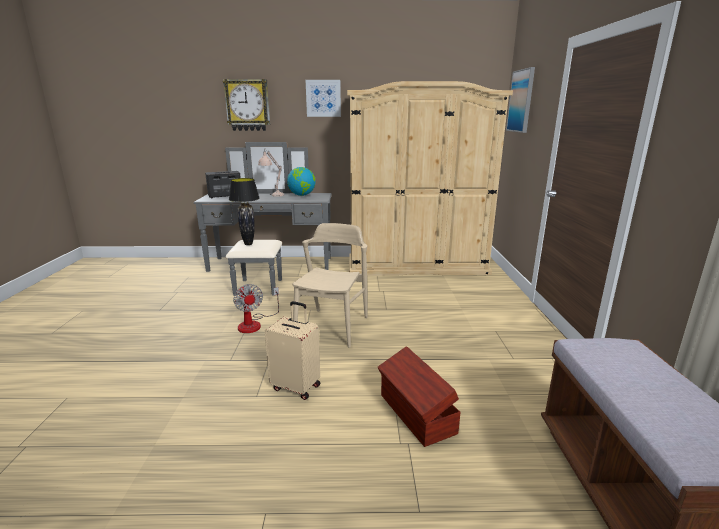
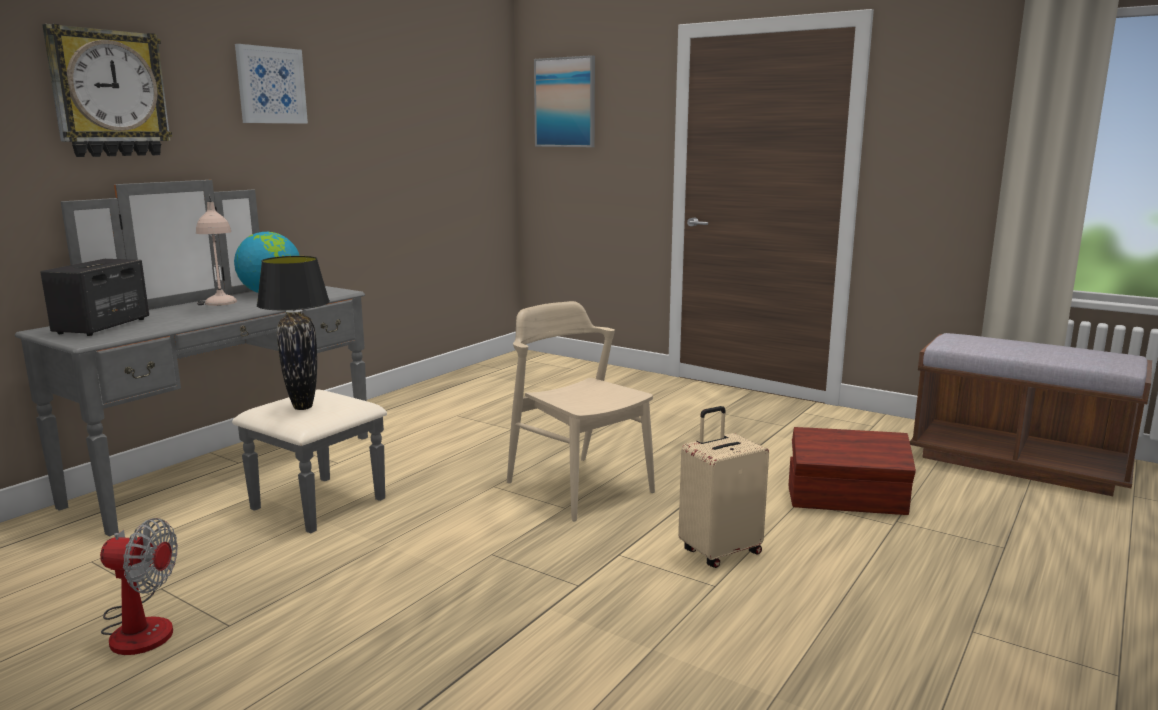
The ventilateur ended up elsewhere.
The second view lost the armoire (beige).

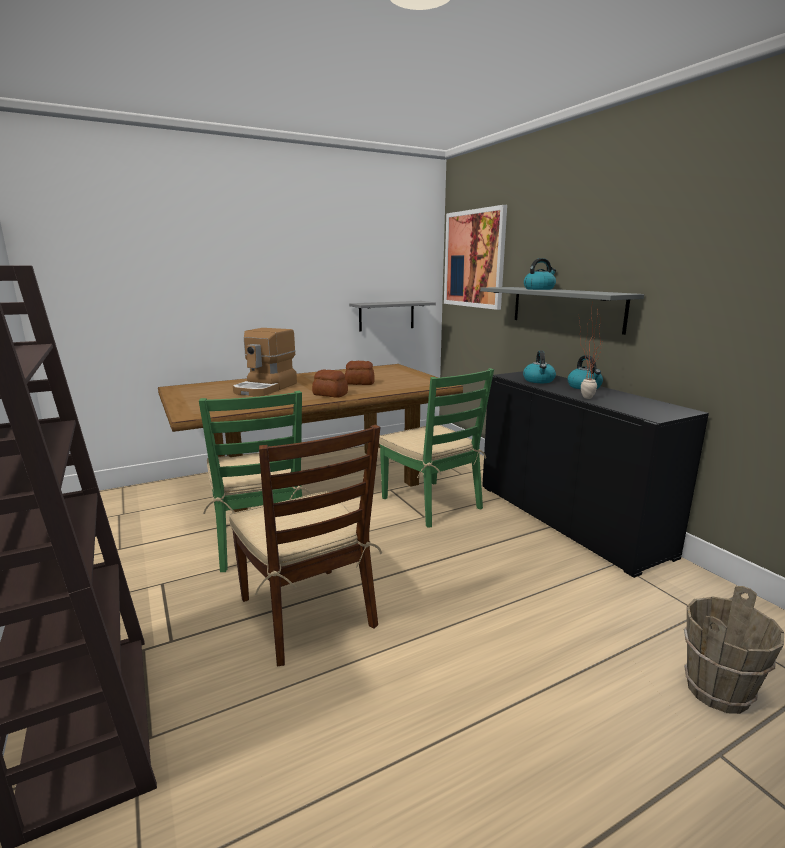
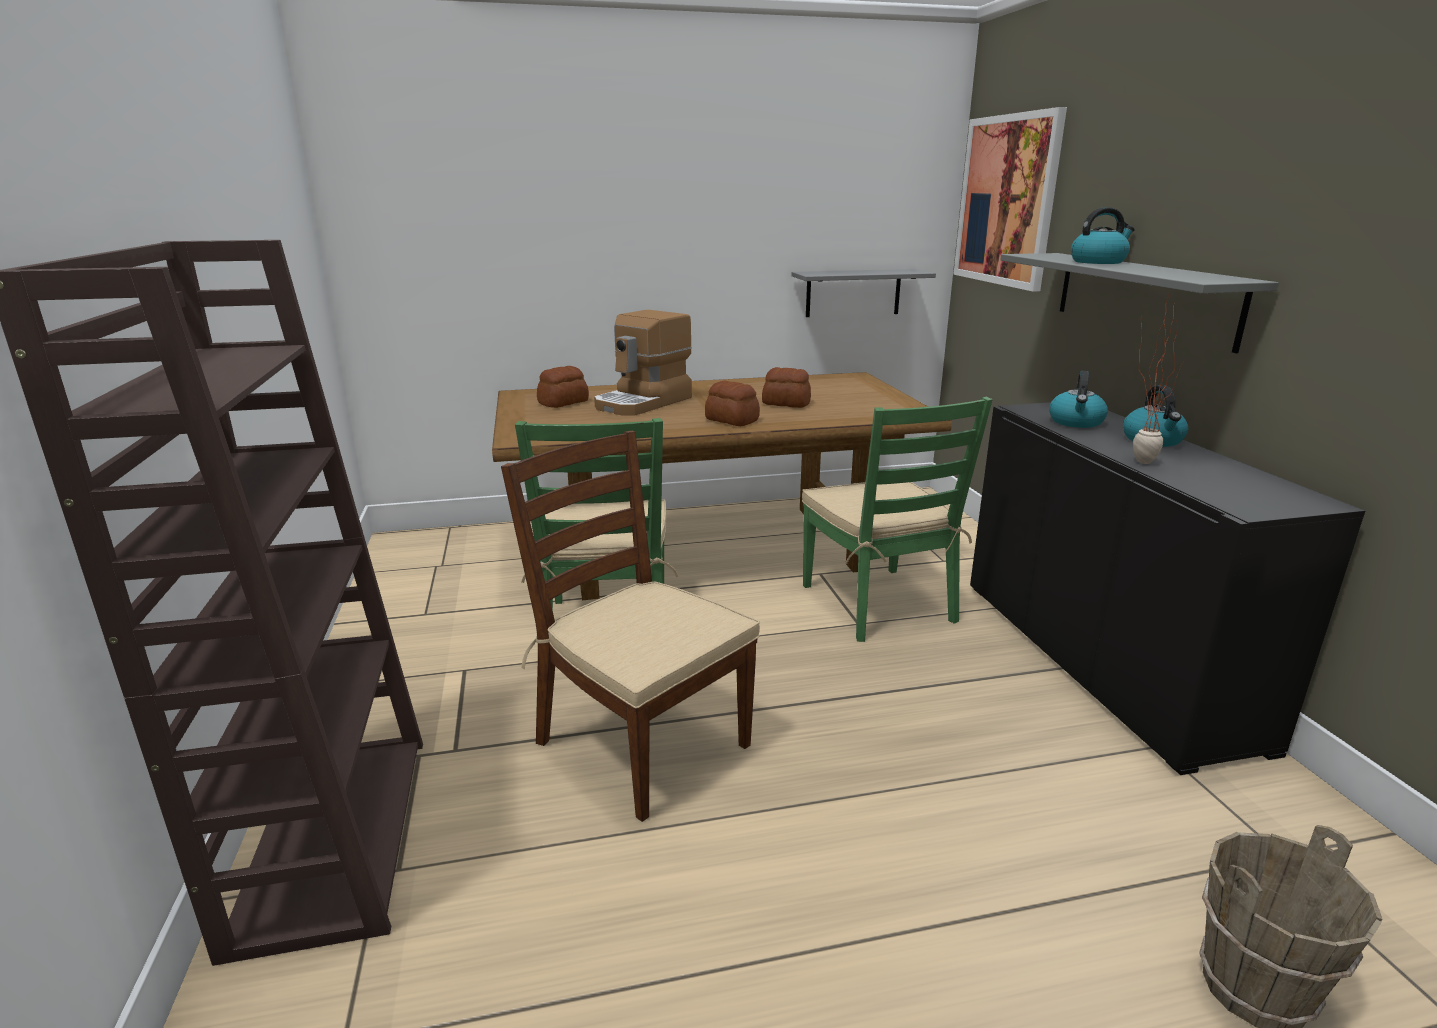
The chaise (marron) ended up facing another way, 150 degrees clockwise from before.
The second view gained the pain (no. 1 from left).

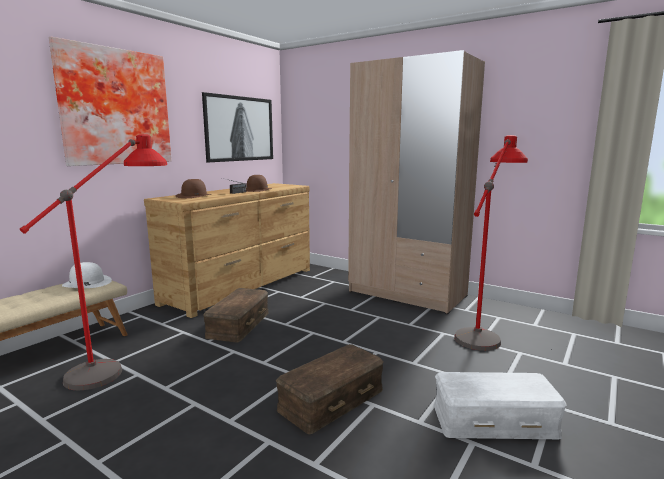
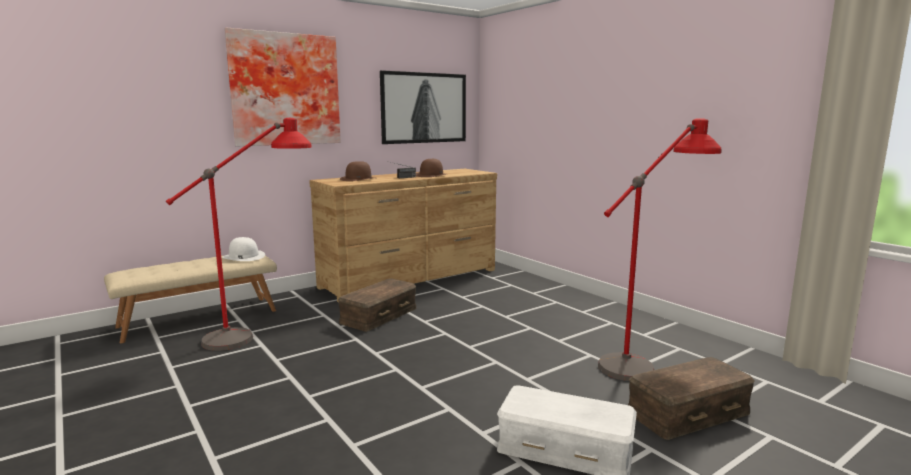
The boîte de rangement (marron) (no. 2 from left) ended up elsewhere.
The second view lost the armoire (beige).

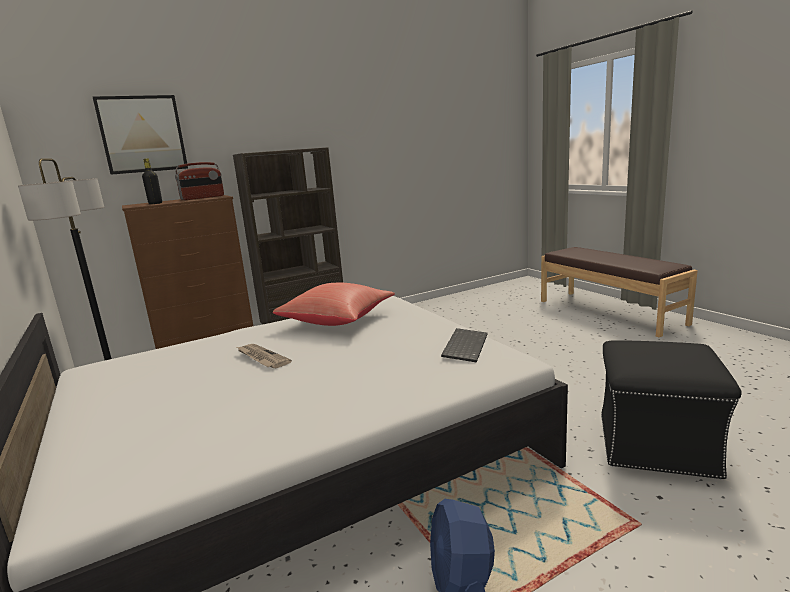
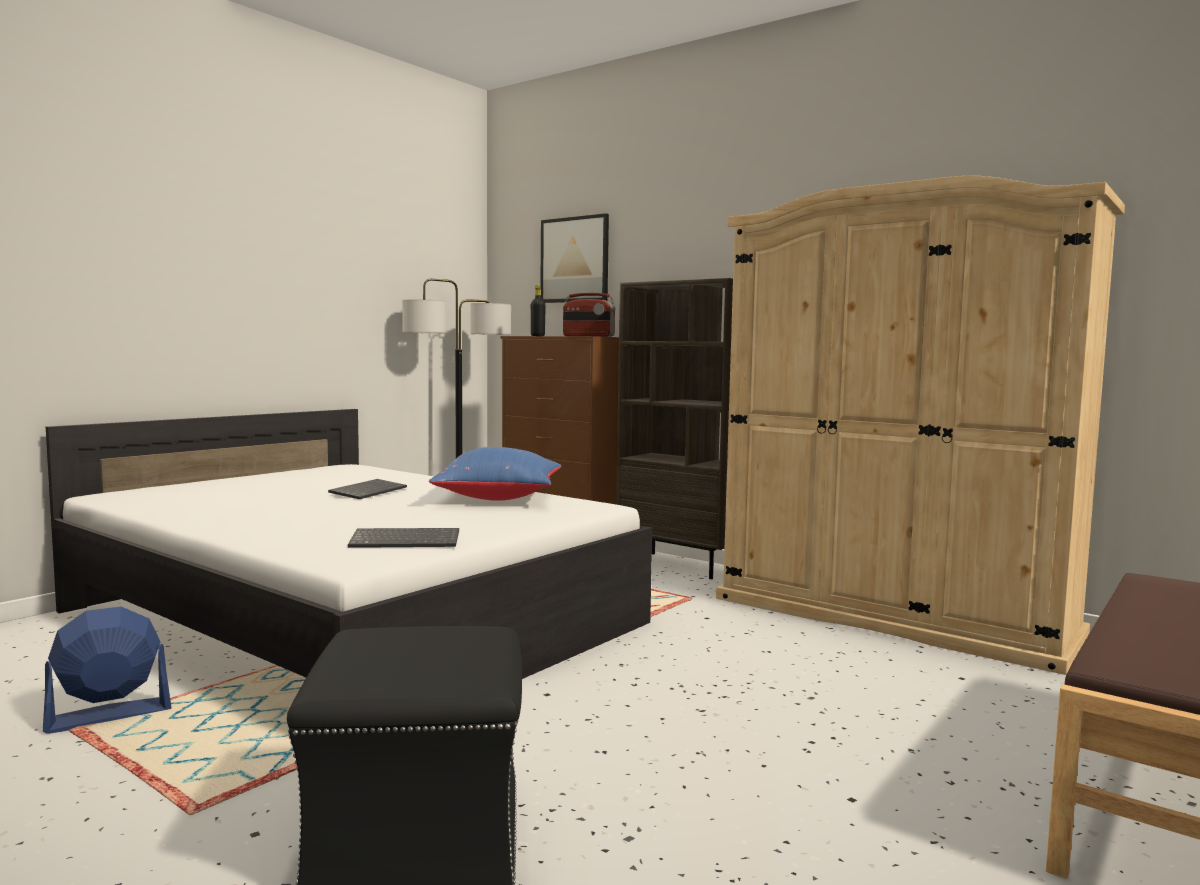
Where the journal stood, the clavier (no. 1 from left) came to stand.
What was the coussin (rouge) turned into the coussin (bleu).
The second view gained the armoire (beige).

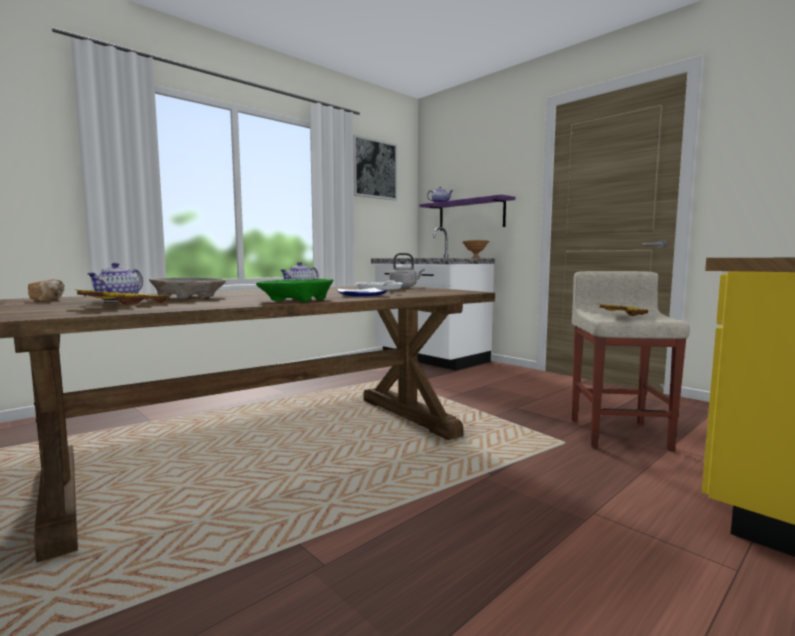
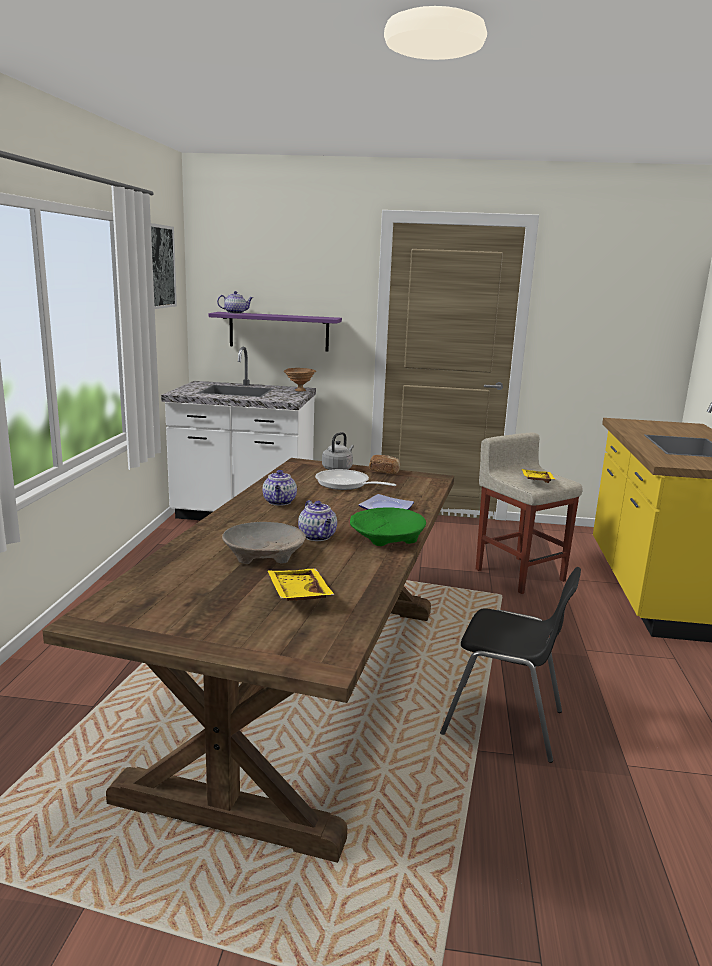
The pain ended up elsewhere.
The théière (no. 1 from left in the first image) ended up elsewhere.
The second view gained the chaise (noir).

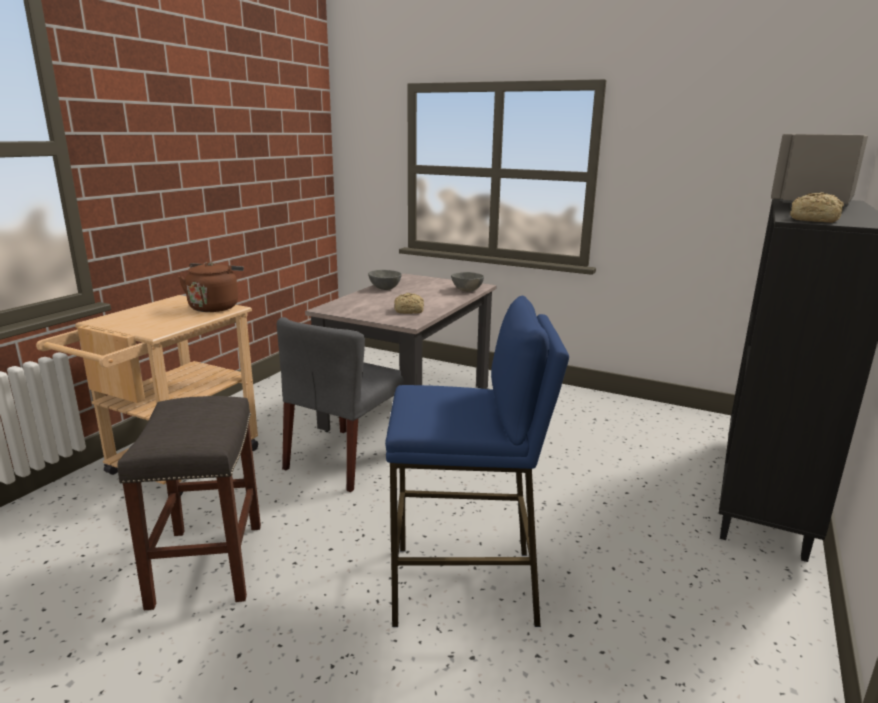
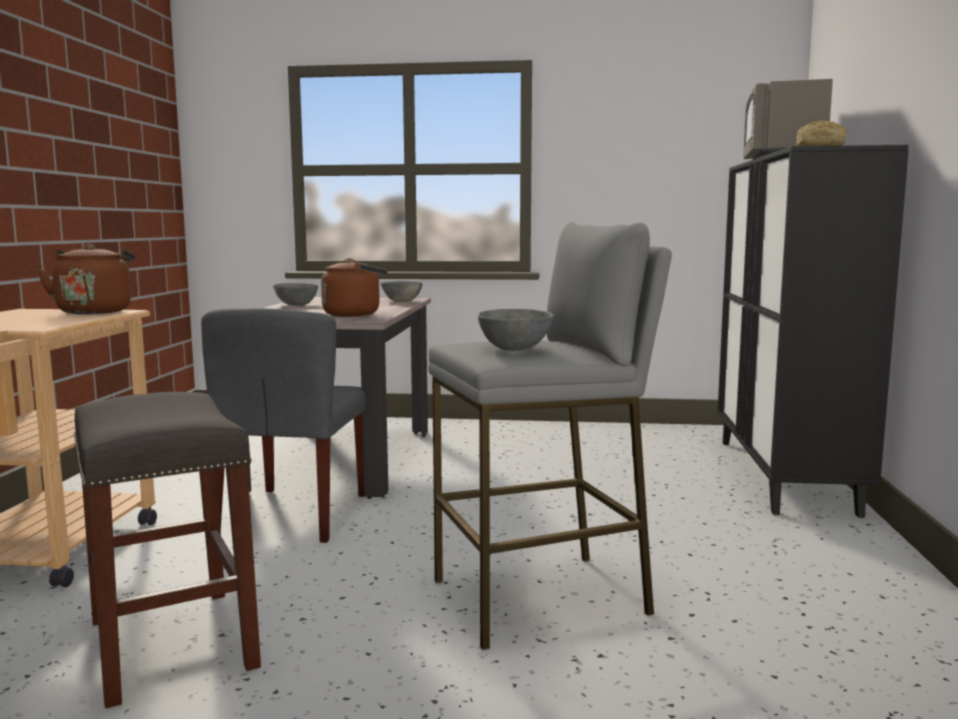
What was the tabouret (bleu) turned into the tabouret (gris) (no. 2 from left).
Where the pain (no. 1 from left) stood, the bouilloire (marron) (no. 2 from left) came to stand.
The second view gained the bol (gris) (no. 3 from left).

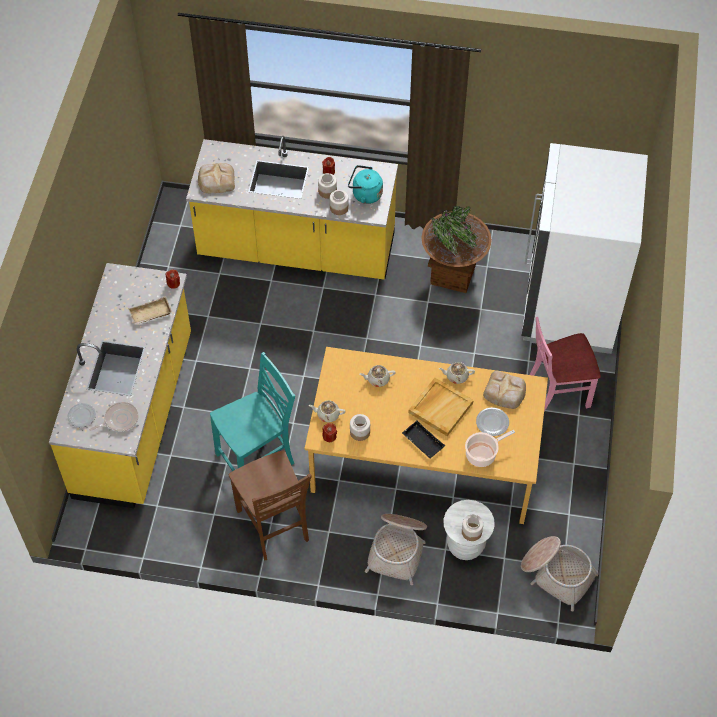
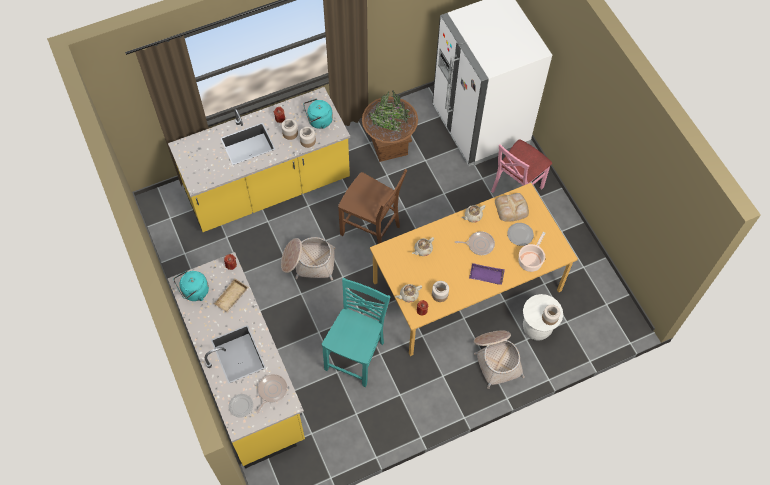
The second view lost the pain (no. 1 from left).
The chaise (marron) ended up elsewhere.
What was the plateau (noir) turned into the plateau (violet).
Where the plateau (beige) (no. 2 from left) stood, the poêle (no. 2 from left) came to stand.
The panier (no. 2 from left in the first image) ended up elsewhere.
The second view gained the bouilloire (turquoise) (no. 1 from left).

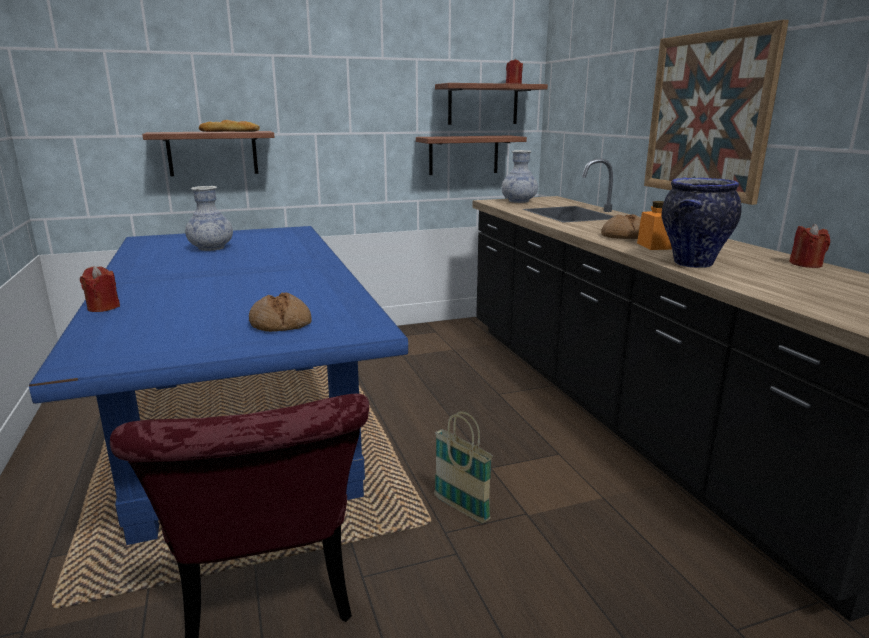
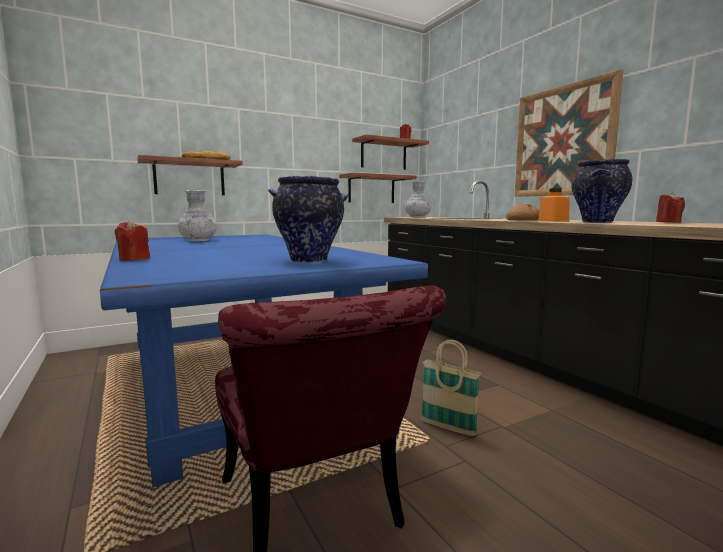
Where the pain (no. 2 from left) stood, the vase (no. 2 from left) came to stand.

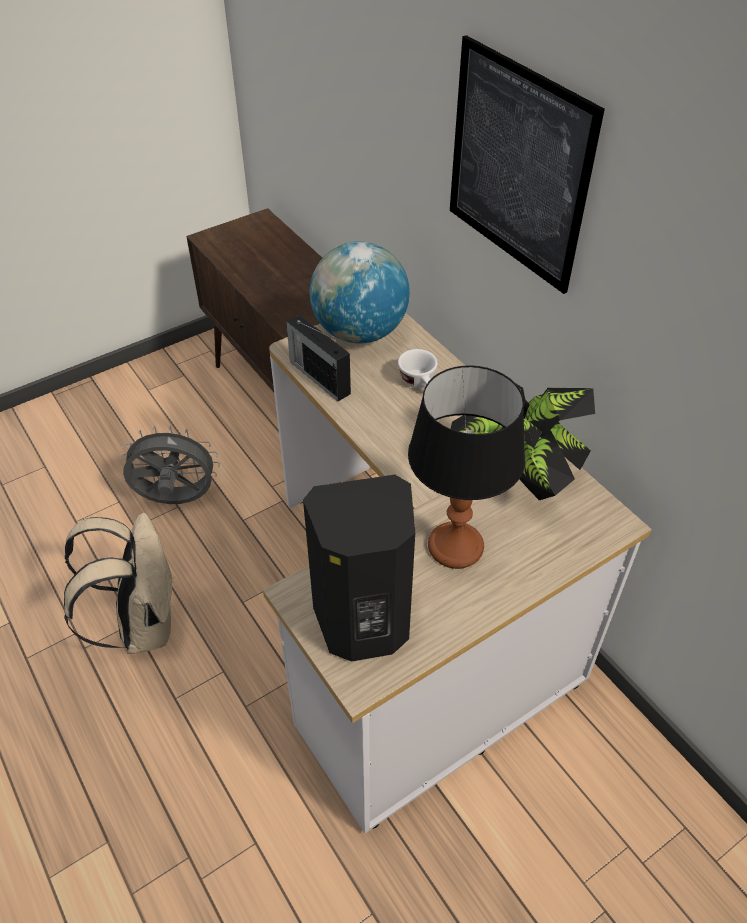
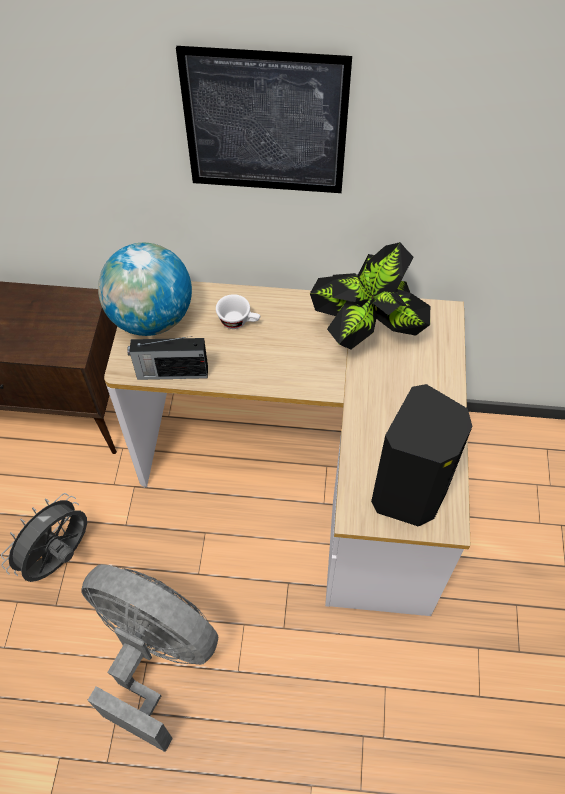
Where the sac à dos (beige) stood, the ventilateur (gris) (no. 2 from left) came to stand.
The second view lost the lampe de table.

